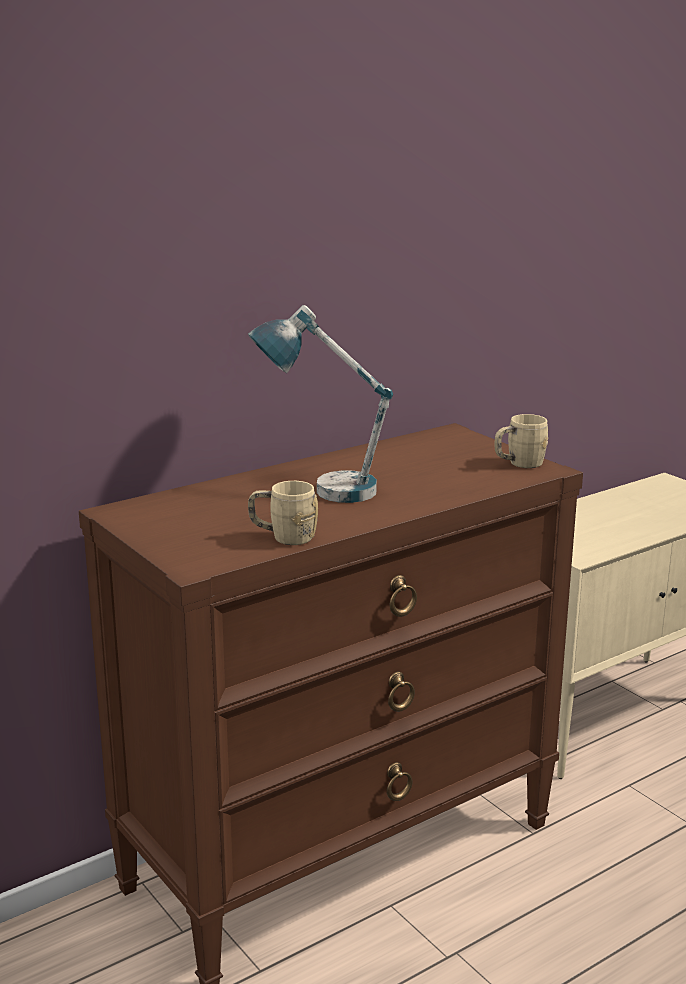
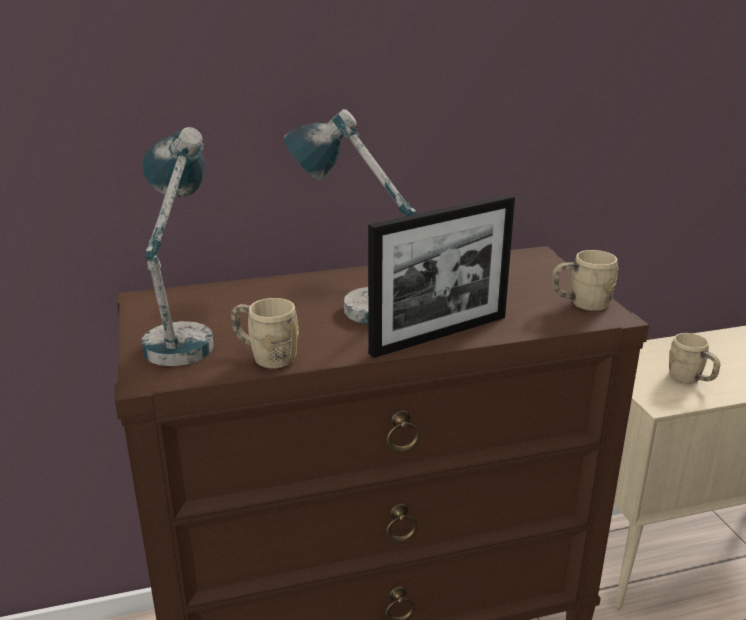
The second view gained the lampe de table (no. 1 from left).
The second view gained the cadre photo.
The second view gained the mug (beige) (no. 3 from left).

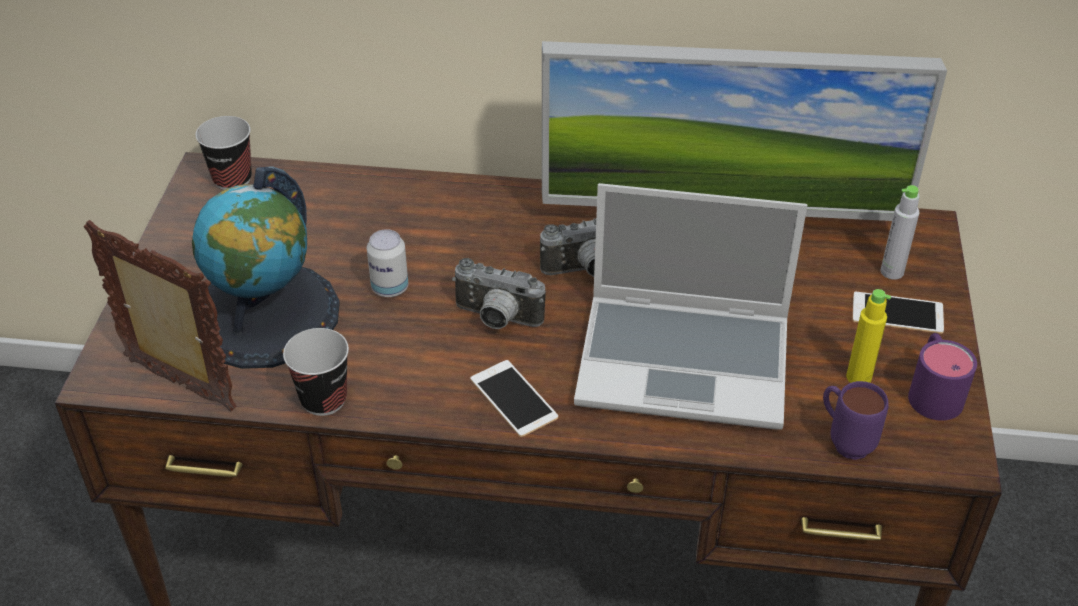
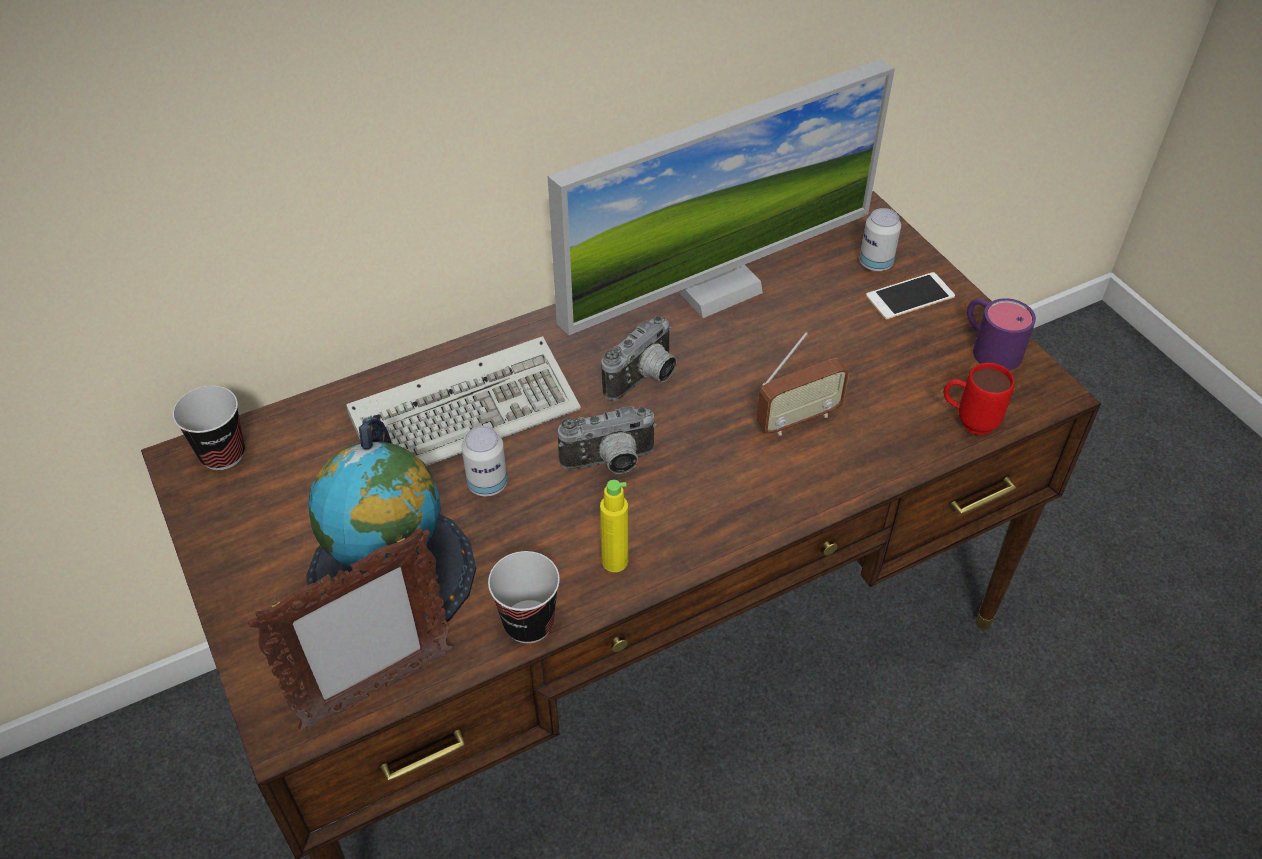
The cadre photo ended up facing another way, 150 degrees clockwise from before.
The second view lost the téléphone (no. 1 from left).
Where the ordinateur portable stood, the radio came to stand.
What was the mug (violet) (no. 1 from left) turned into the mug (rouge).
The bouteille (jaune) ended up elsewhere.
Where the bouteille (gris) stood, the boîte métallique (no. 2 from left) came to stand.
The second view gained the clavier.

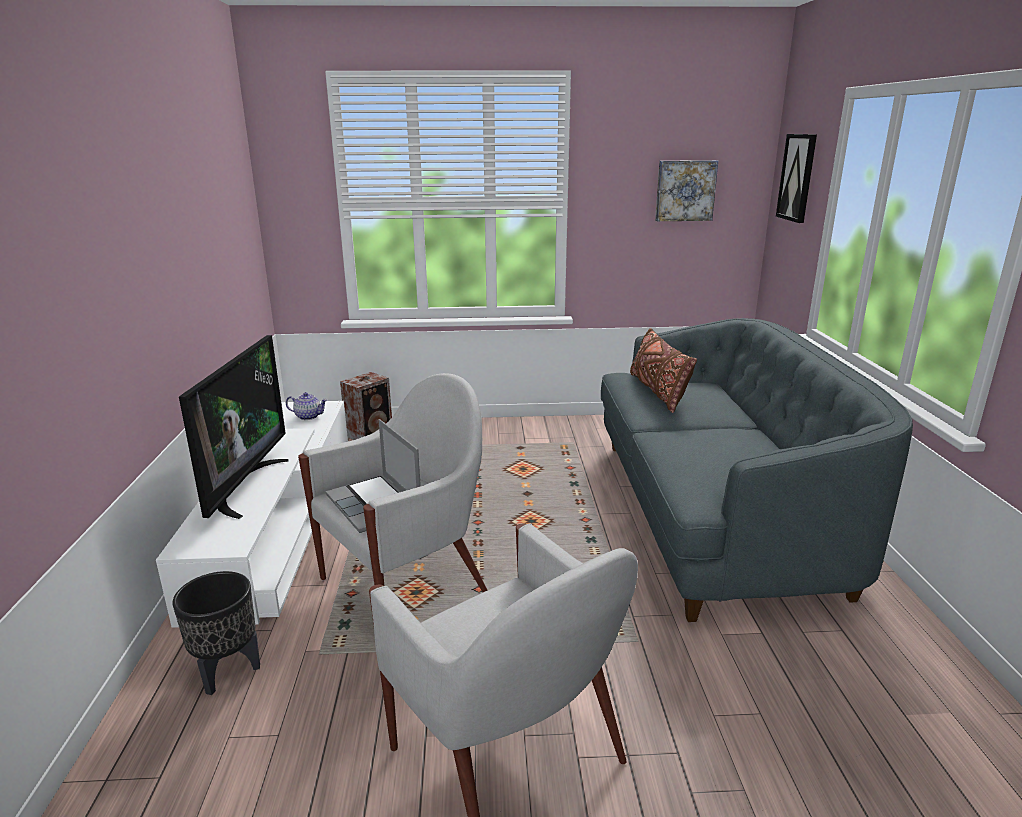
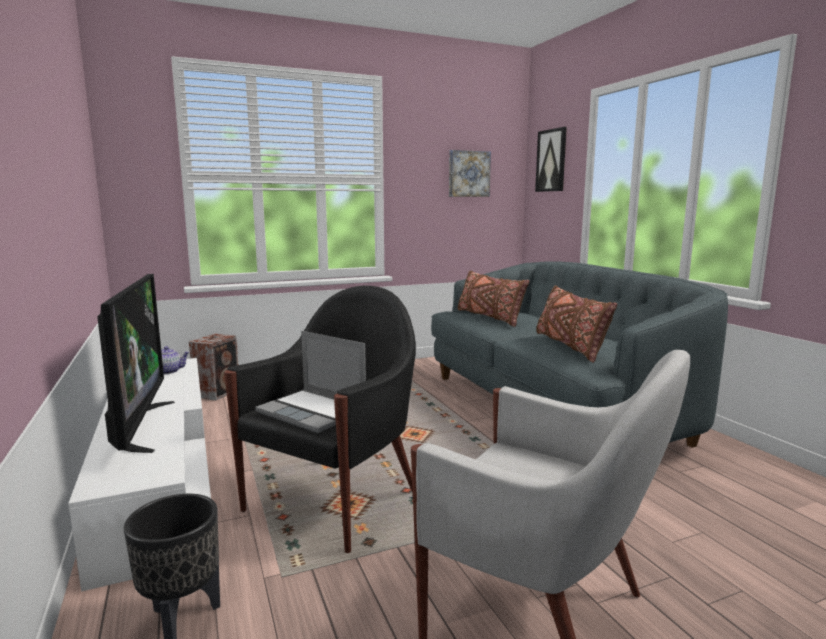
What was the fauteuil (blanc) (no. 1 from left) turned into the fauteuil (noir).
The second view gained the coussin (marron) (no. 2 from left).

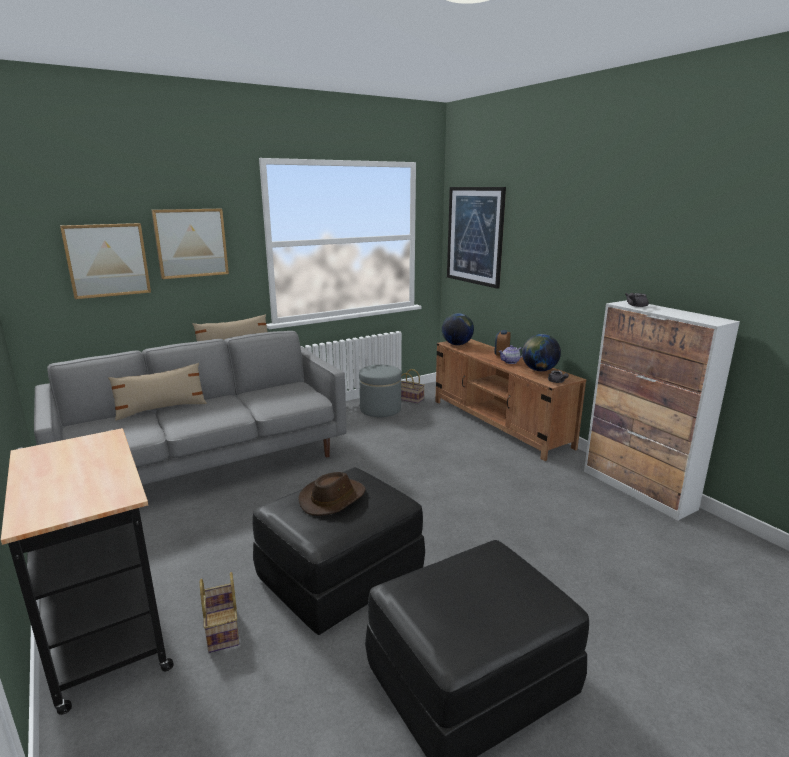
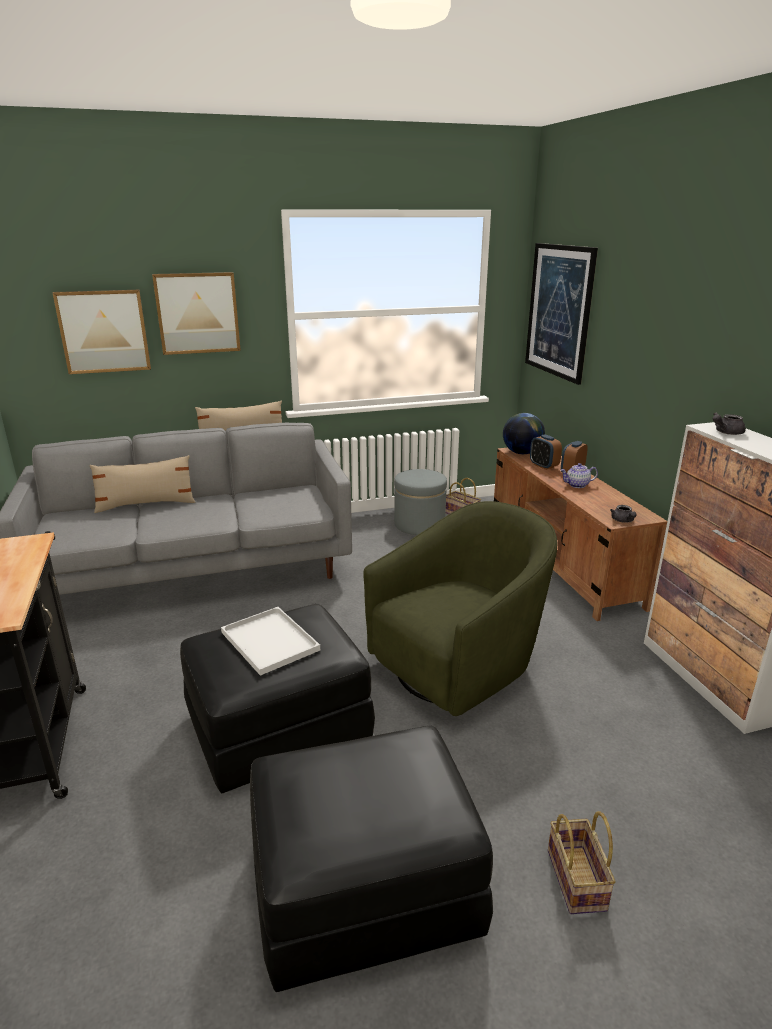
The panier (no. 1 from left in the first image) ended up elsewhere.
Where the chapeau (marron) stood, the plateau (blanc) came to stand.
The second view lost the globe (no. 2 from left).
The second view gained the fauteuil (vert).
The second view gained the réveil (no. 1 from left).

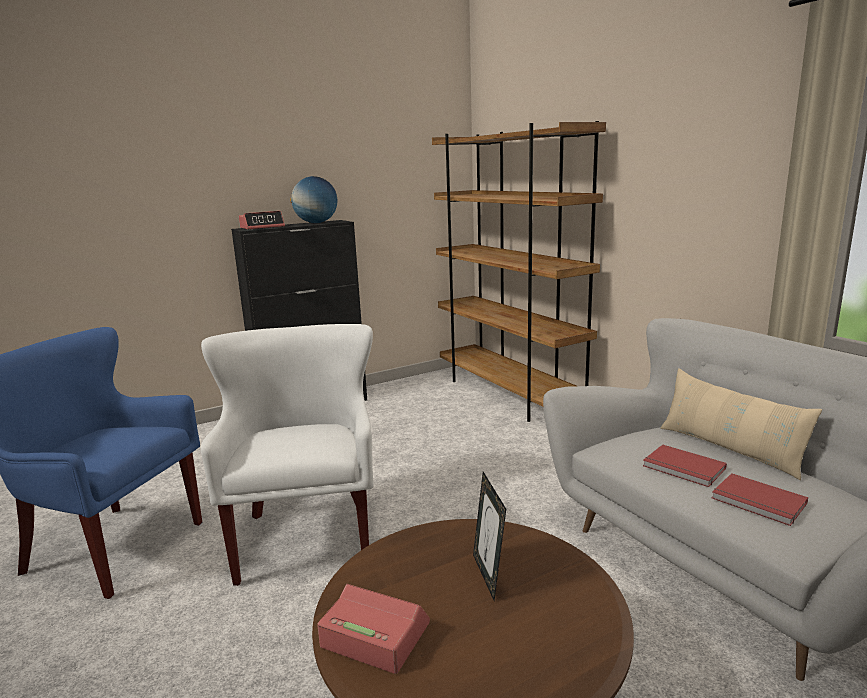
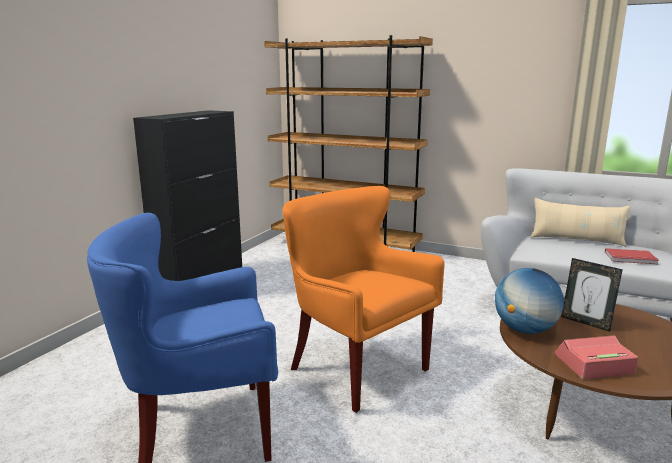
What was the fauteuil (blanc) turned into the fauteuil (orange).
The second view lost the réveil (no. 1 from left).
The globe ended up elsewhere.
The second view lost the livre (rouge) (no. 1 from left).

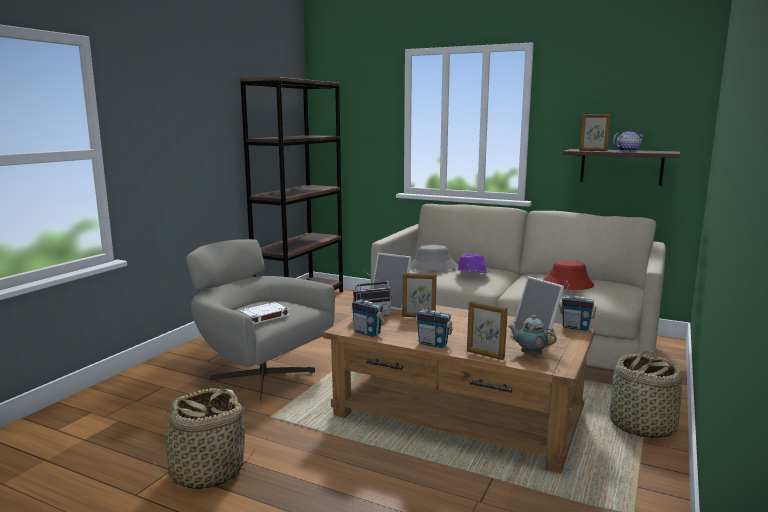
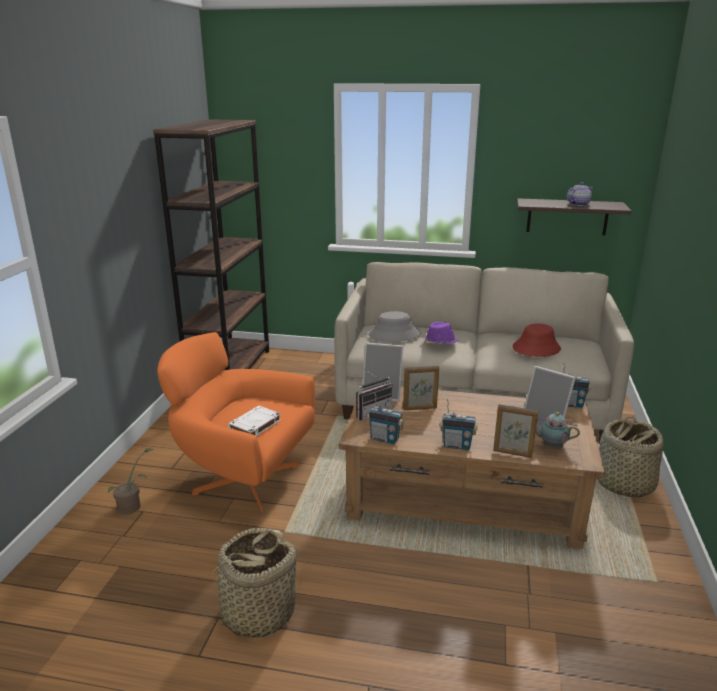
What was the fauteuil (gris) turned into the fauteuil (orange).
The second view lost the cadre photo (no. 5 from left).
The second view gained the plante en pot.

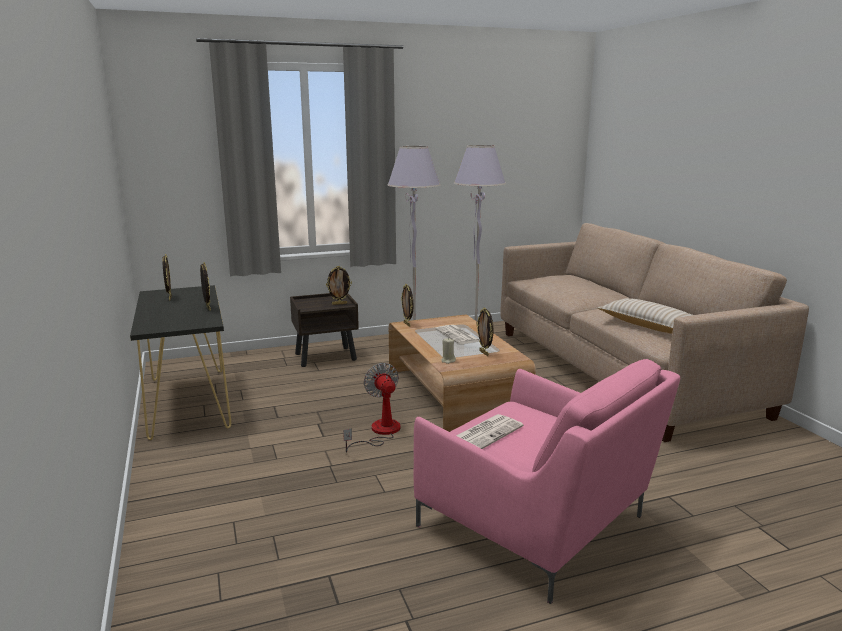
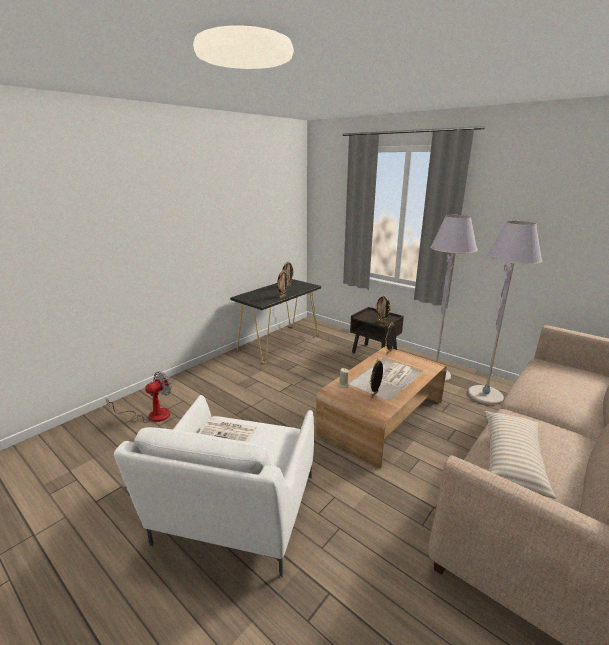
The ventilateur ended up elsewhere.
What was the fauteuil (rose) turned into the fauteuil (blanc).

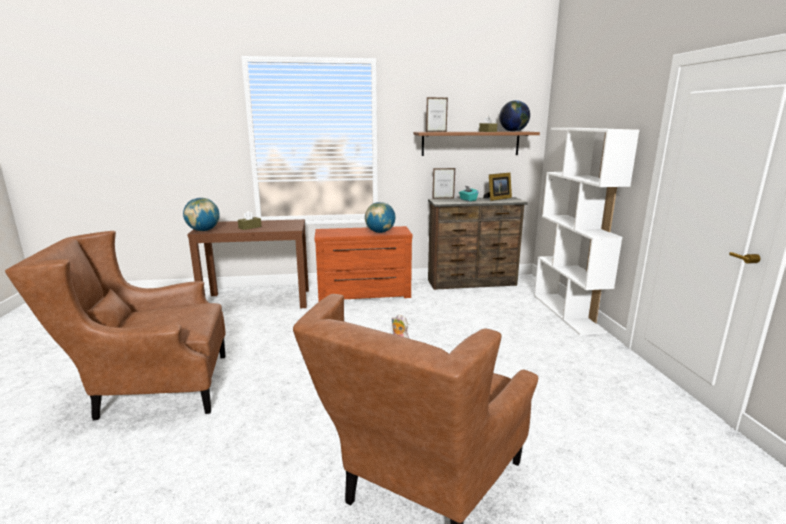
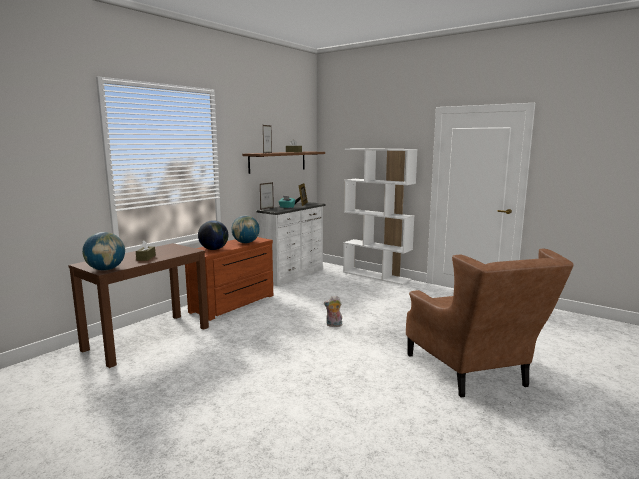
The second view lost the fauteuil (marron) (no. 1 from left).
What was the commode (marron) (no. 2 from left) turned into the commode (blanc).
The globe (no. 3 from left in the first image) ended up elsewhere.

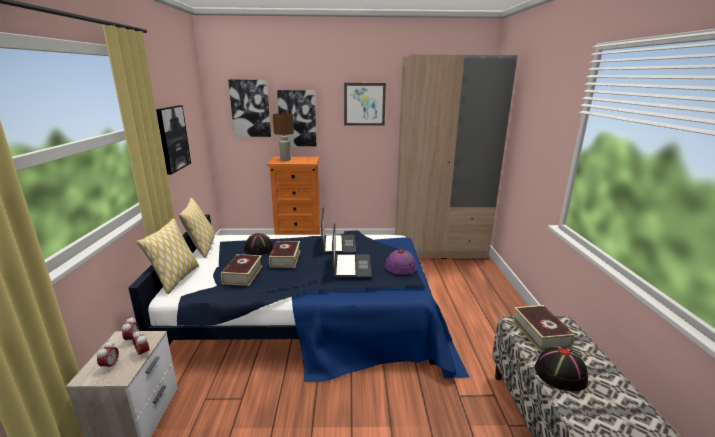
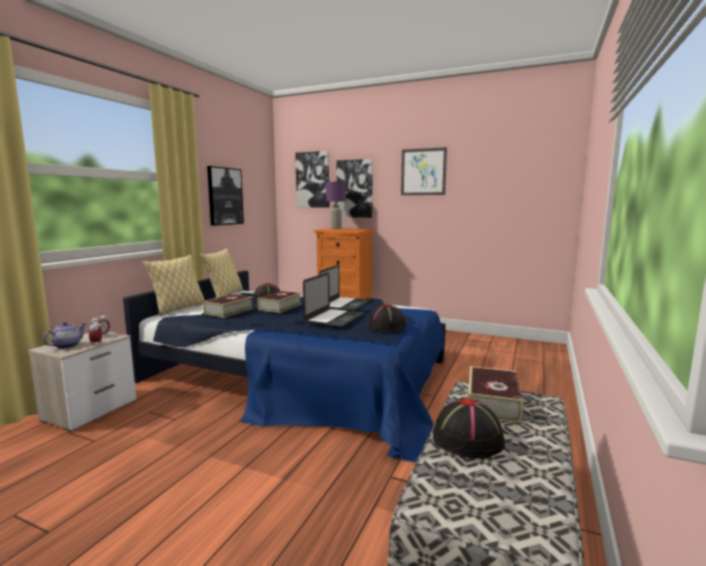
Where the réveil (no. 1 from left) stood, the théière came to stand.
What was the lampe de table (marron) turned into the lampe de table (violet).
What was the chapeau (violet) turned into the chapeau (noir) (no. 2 from left).
The second view lost the armoire (beige).

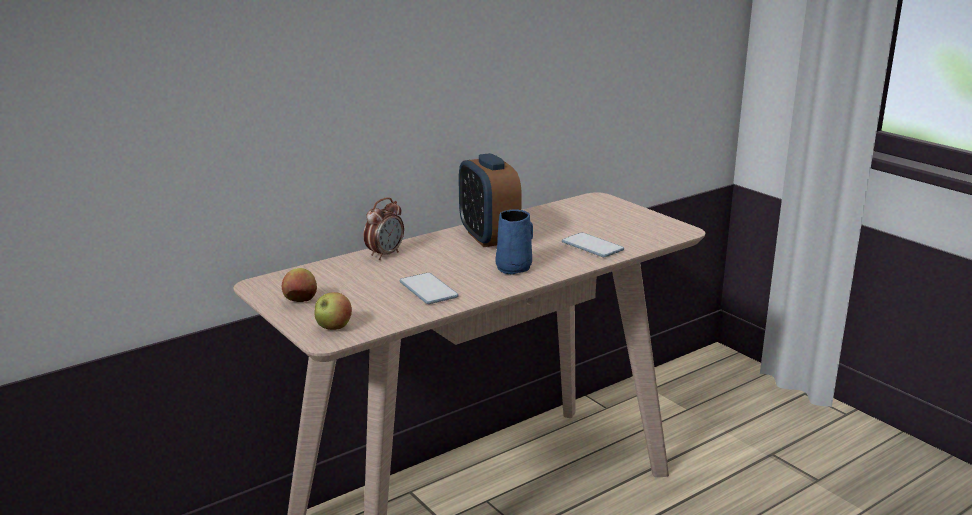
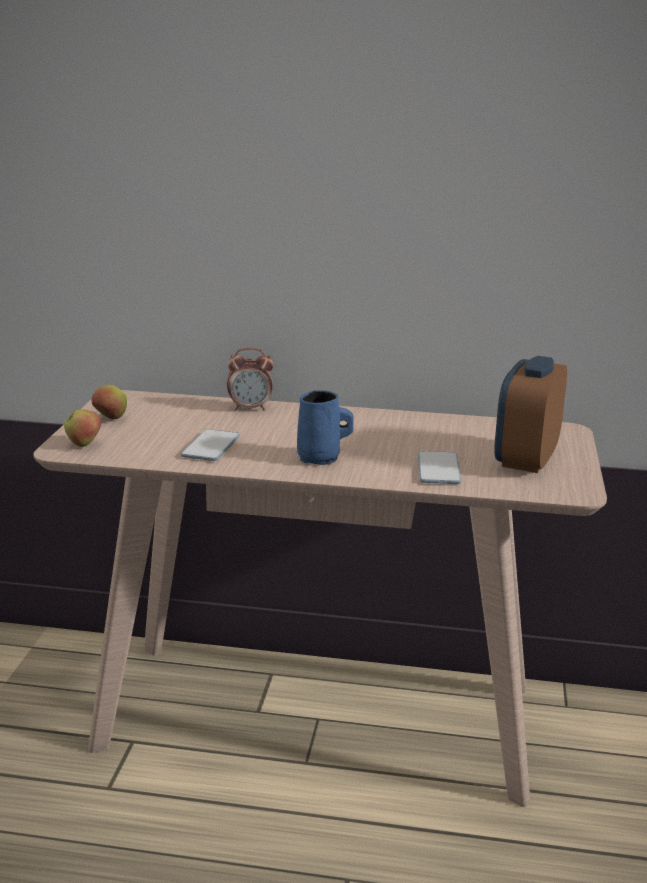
The réveil (no. 2 from left) ended up elsewhere.

